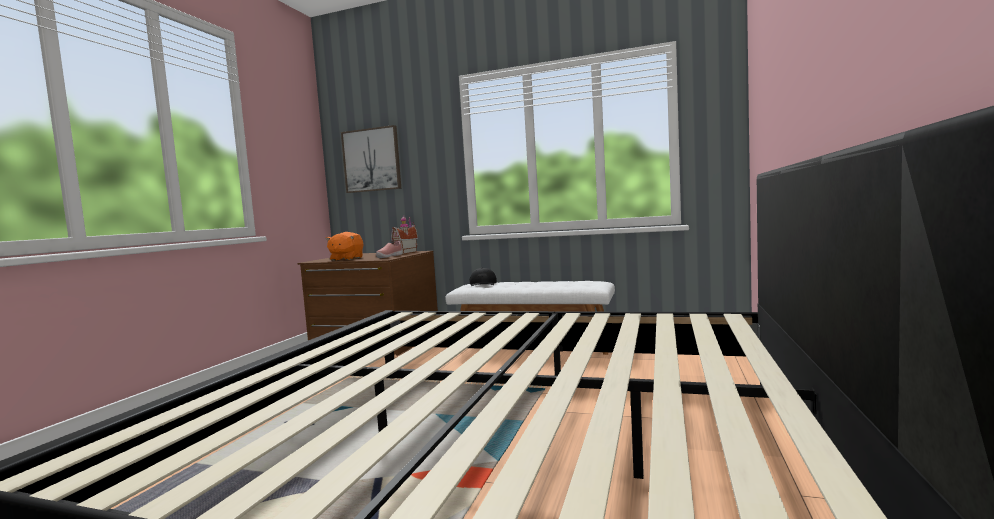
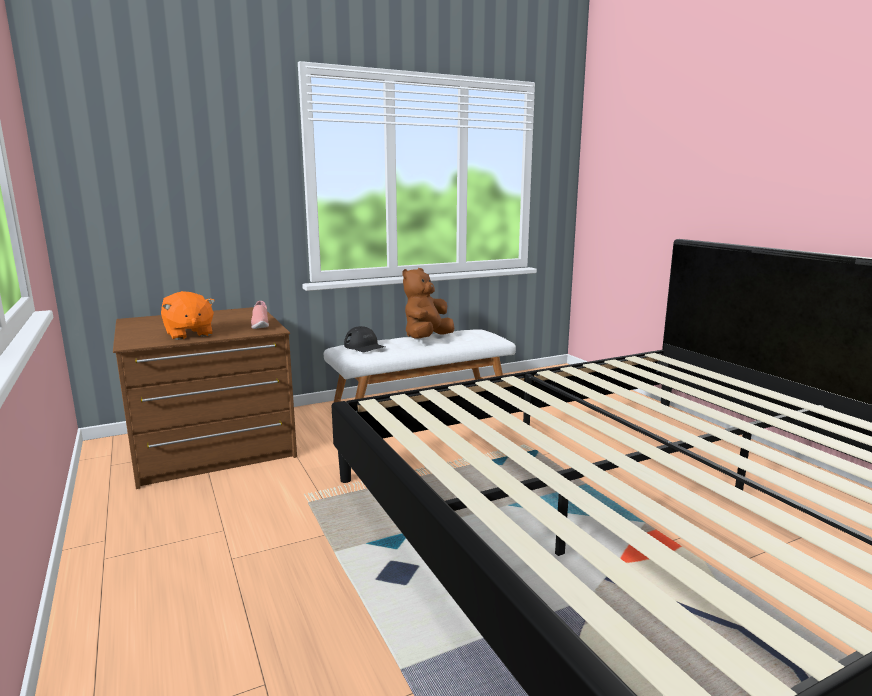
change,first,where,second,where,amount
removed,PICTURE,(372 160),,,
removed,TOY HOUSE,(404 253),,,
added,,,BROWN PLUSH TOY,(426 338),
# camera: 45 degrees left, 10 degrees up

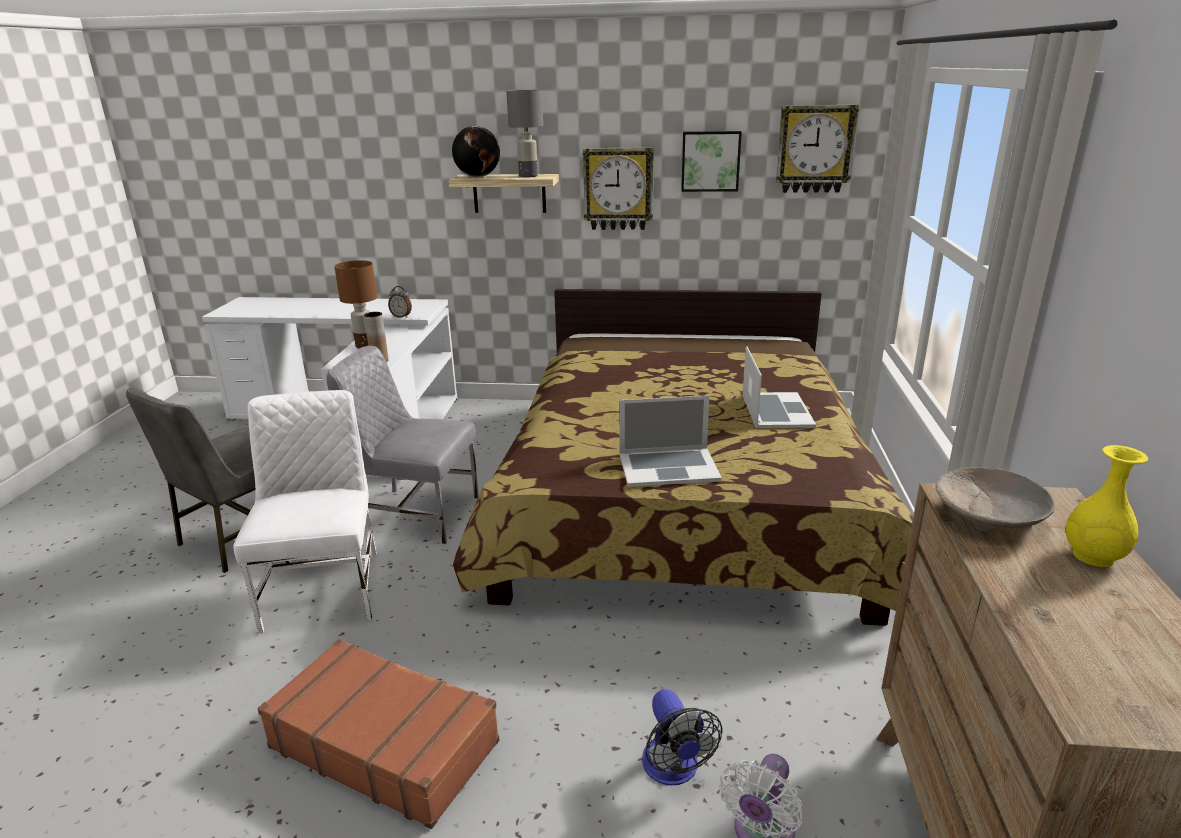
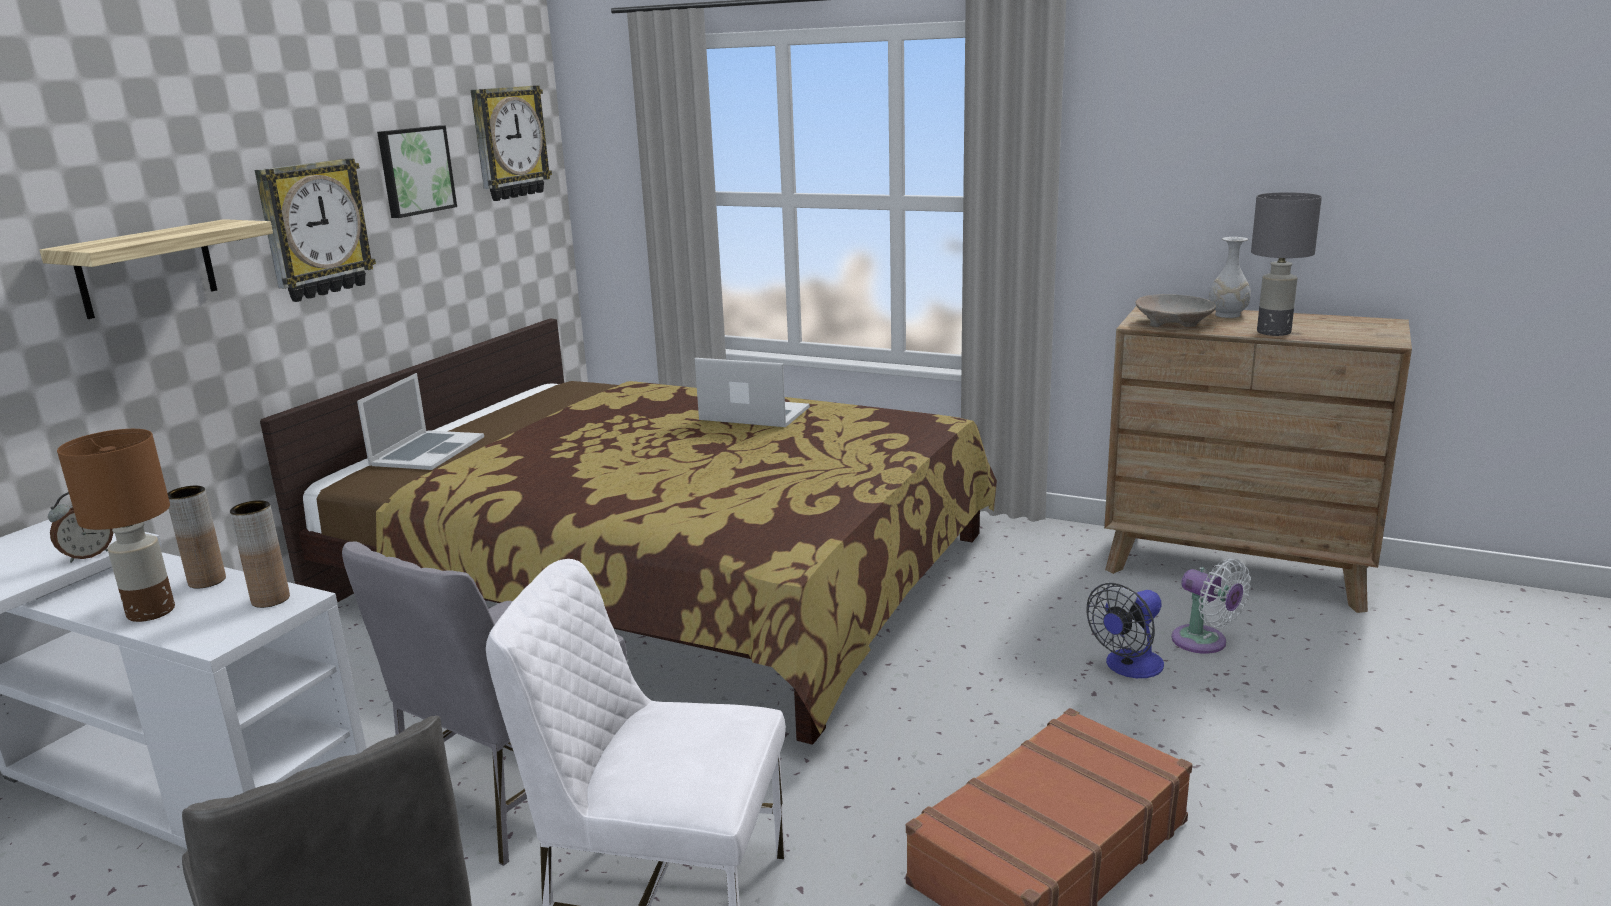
change,first,where,second,where,amount
removed,GLOBE,(478 177),,,
moved,GREY TABLE LAMP,(528 176),,(1272 332),
moved,LAPTOP,(668 467),,(427 451),
turned,FAN,(674 770),,(1128 668),135 degrees clockwise
recoloured,YELLOW VASE,(1092 556),WHITE VASE,(1227 315),
added,,,BROWN VASE,(207 581),
# camera: 70 degrees left, 5 degrees down

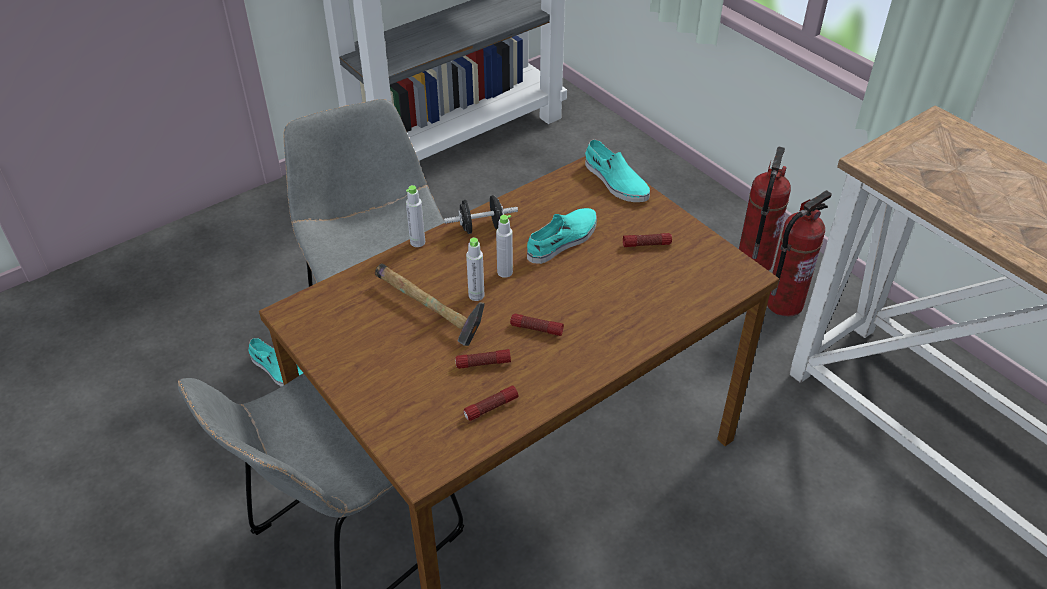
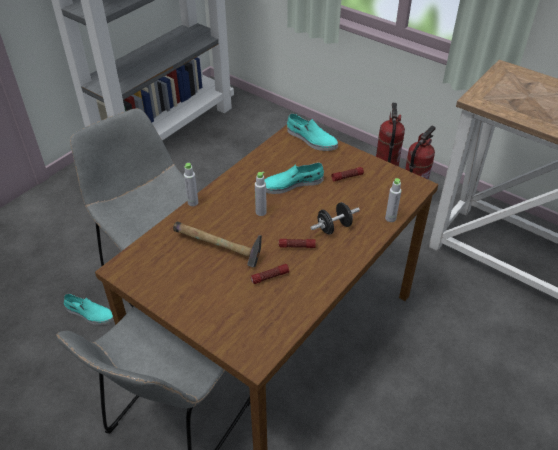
change,first,where,second,where,amount
moved,BLACK DUMBBELL,(481 227),,(334 227),
removed,FLASHLIGHT,(491 408),,,
moved,GREY BOTTLE,(476 295),,(390 218),
turned,TURQUOISE SHOE,(563 240),,(292 184),135 degrees counterclockwise
# camera: 15 degrees left, 0 degrees up

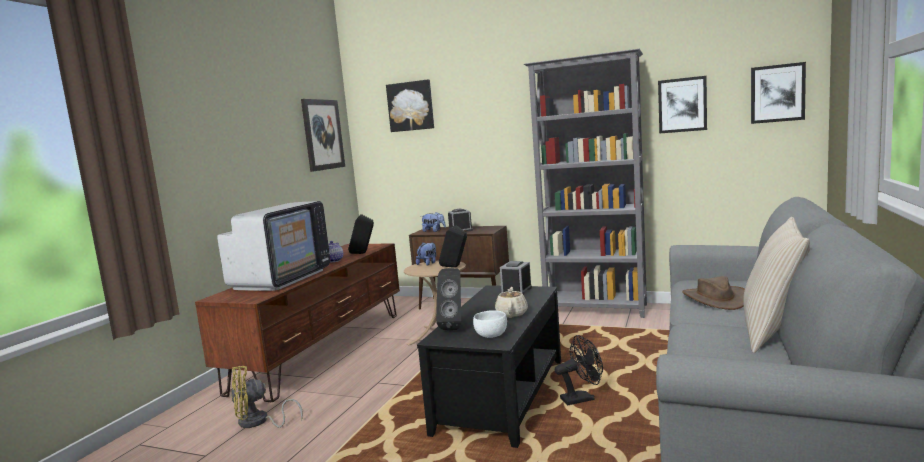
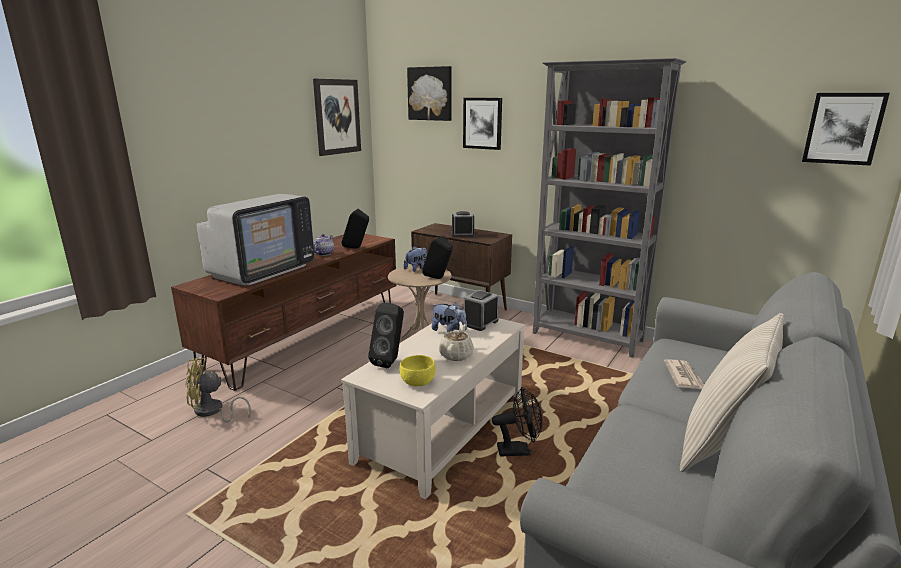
change,first,where,second,where,amount
recoloured,BLACK COFFEE TABLE,(502 395),BEIGE COFFEE TABLE,(443 429),
moved,PLUSH TOY,(433 231),,(449 330),
recoloured,WHITE BOWL,(490 335),YELLOW BOWL,(417 382),
moved,PICTURE,(682 105),,(482 123),
replaced,BROWN HAT,(715 299),NEWSPAPER,(684 376),
# camera: 10 degrees right, 10 degrees up

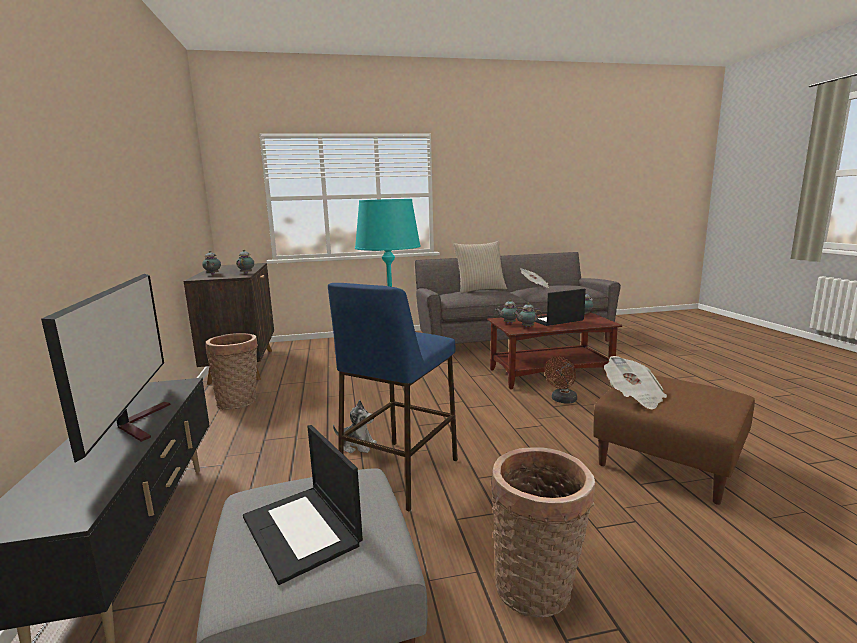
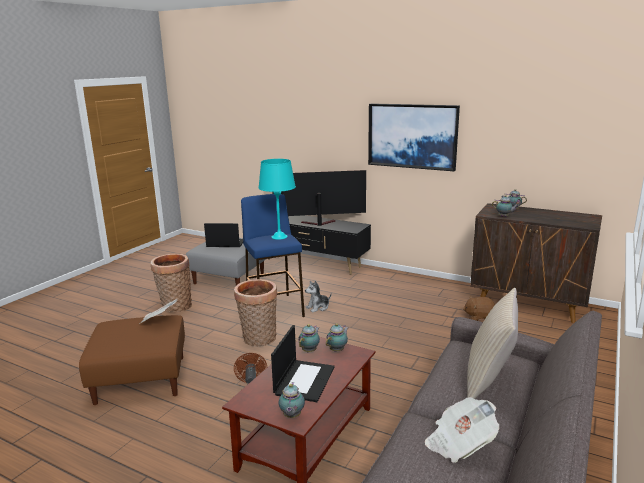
change,first,where,second,where,amount
turned,TELEVISION,(139 422),,(318 223),150 degrees clockwise
moved,BASKET,(239 401),,(258 340),
added,,,PICTURE,(412 136),
added,,,BROWN PLUSH TOY,(479 317),
# camera: 130 degrees right, 5 degrees up

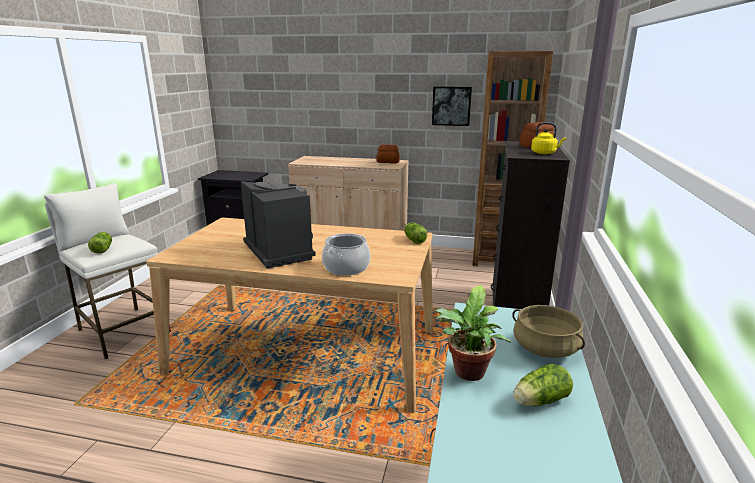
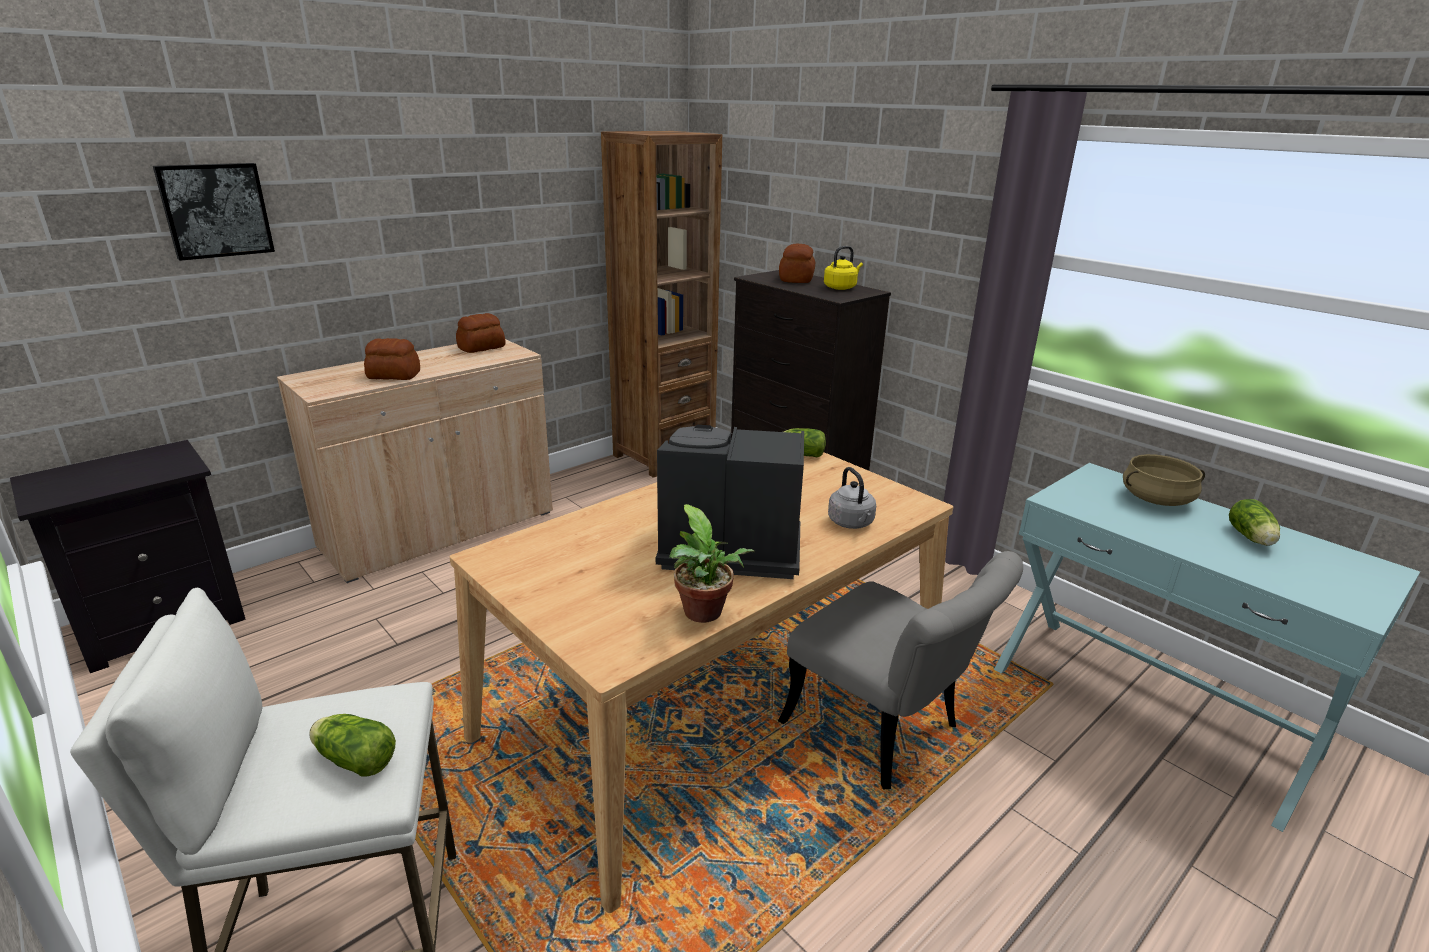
change,first,where,second,where,amount
replaced,COOKING POT,(346 268),GREY KETTLE,(852 523),
moved,PICTURE,(451 106),,(215 210),
moved,POTTED PLANT,(468 374),,(705 615),
added,,,BREAD,(394 376),
added,,,GREY CHAIR,(885 733),
# camera: 55 degrees left, 5 degrees up

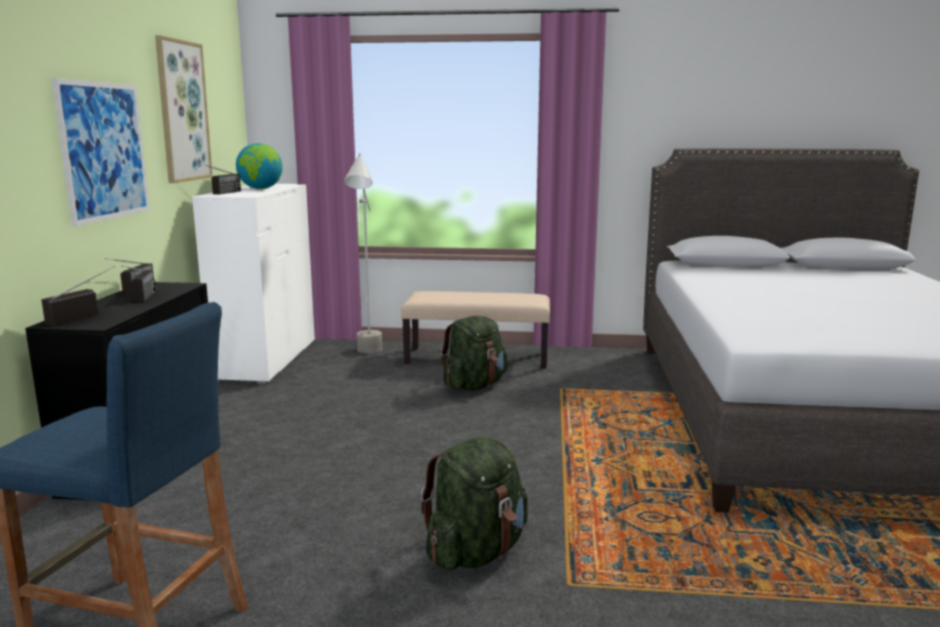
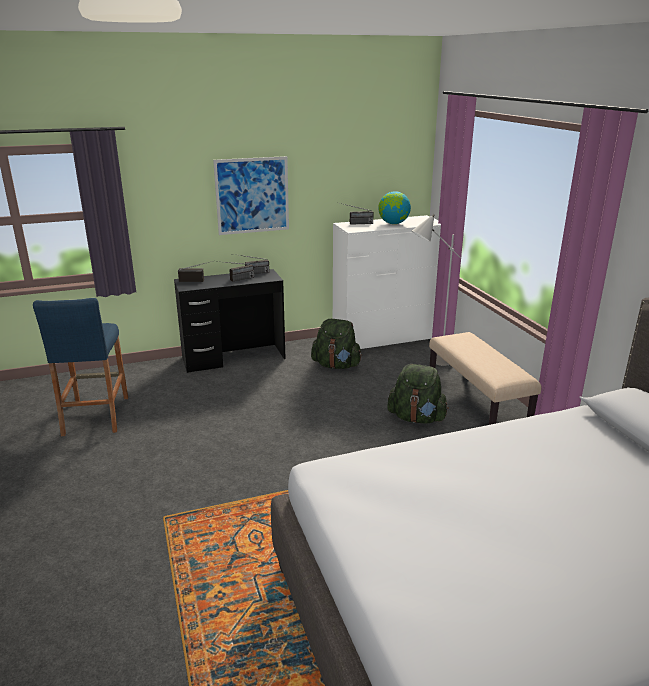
change,first,where,second,where,amount
removed,PICTURE,(182 111),,,
moved,GREEN BACKPACK,(476 552),,(336 365),
# camera: 65 degrees right, 10 degrees up

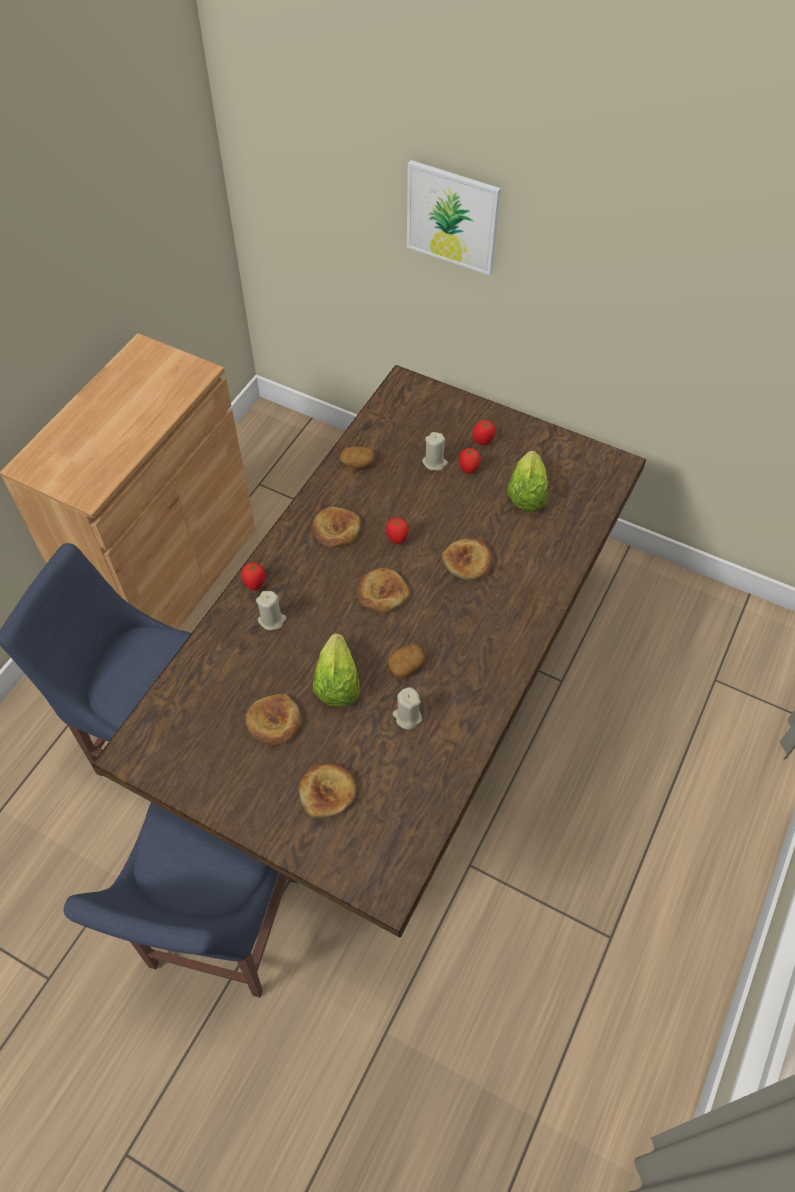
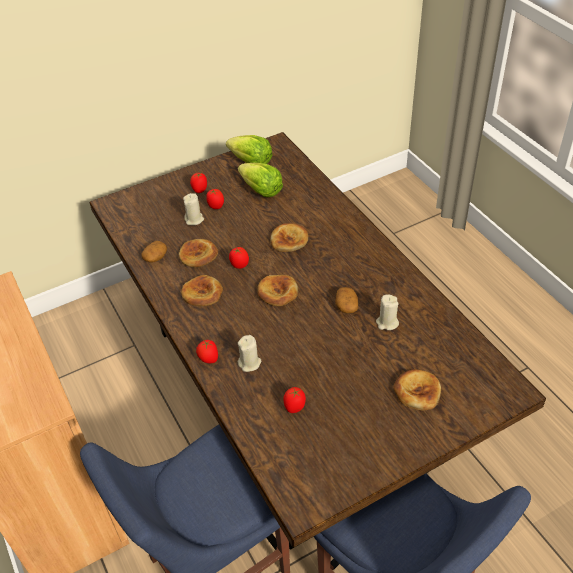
change,first,where,second,where,amount
moved,BREAD,(274 721),,(198 255),
moved,LETTUCE,(337 683),,(251 162),
removed,PICTURE,(452 217),,,
added,,,TOMATO,(295 407),
# camera: 55 degrees left, 10 degrees down

